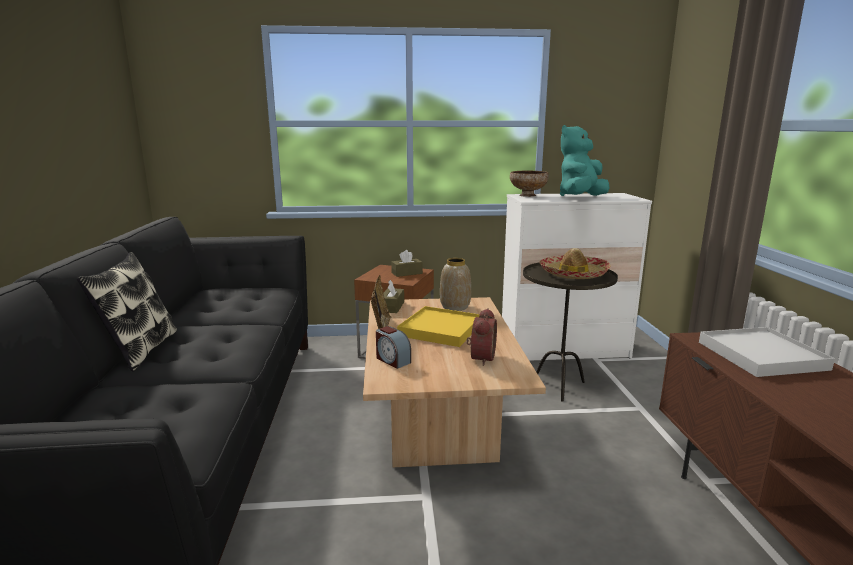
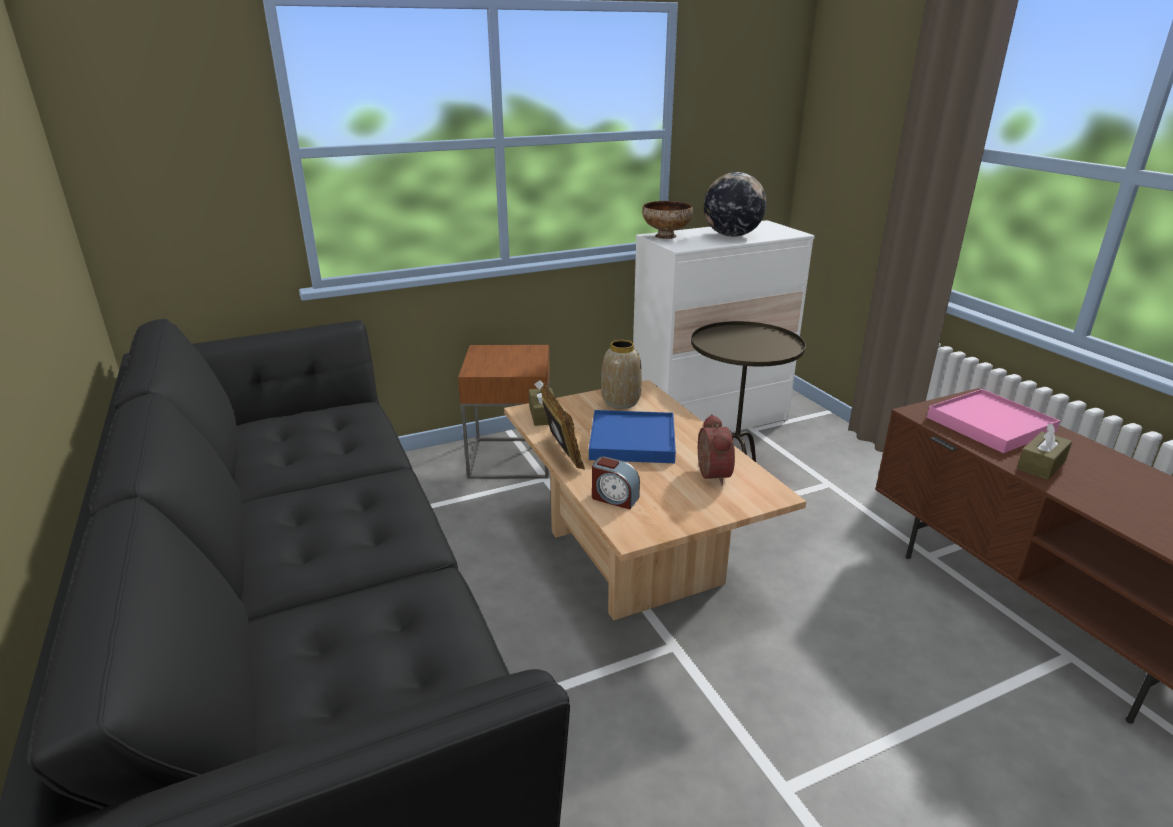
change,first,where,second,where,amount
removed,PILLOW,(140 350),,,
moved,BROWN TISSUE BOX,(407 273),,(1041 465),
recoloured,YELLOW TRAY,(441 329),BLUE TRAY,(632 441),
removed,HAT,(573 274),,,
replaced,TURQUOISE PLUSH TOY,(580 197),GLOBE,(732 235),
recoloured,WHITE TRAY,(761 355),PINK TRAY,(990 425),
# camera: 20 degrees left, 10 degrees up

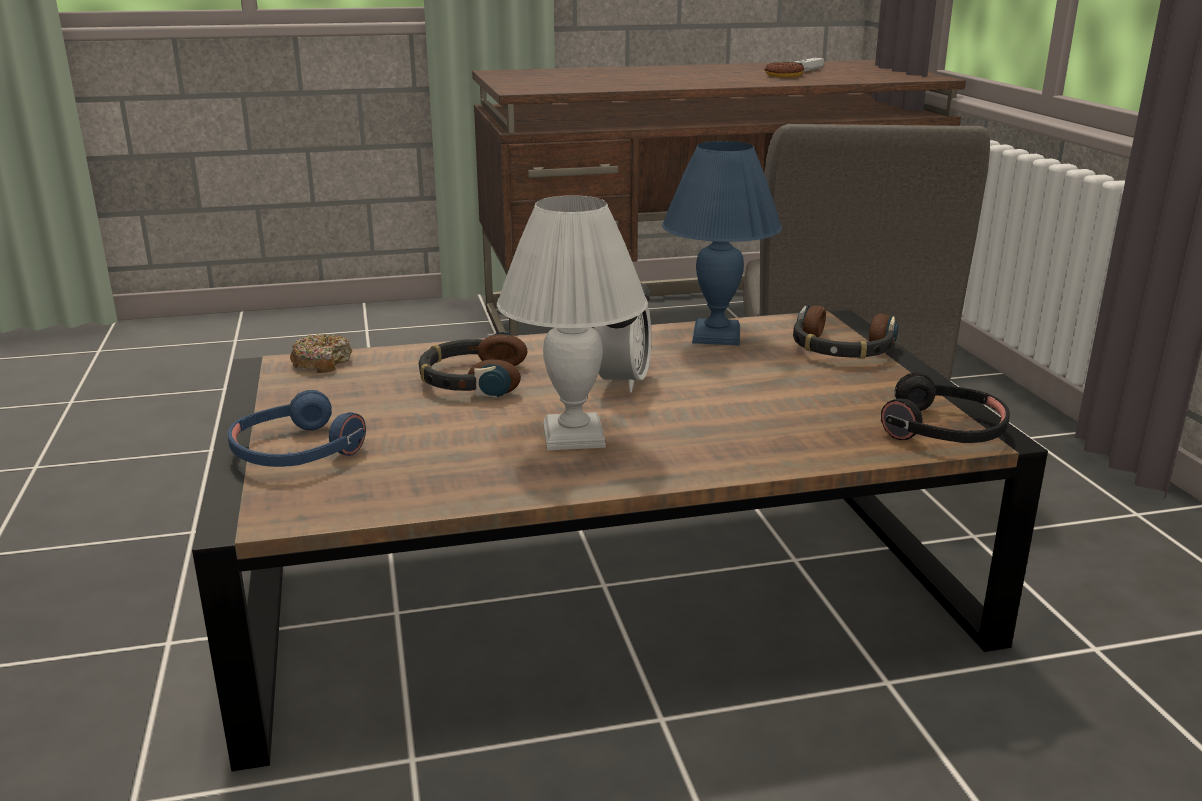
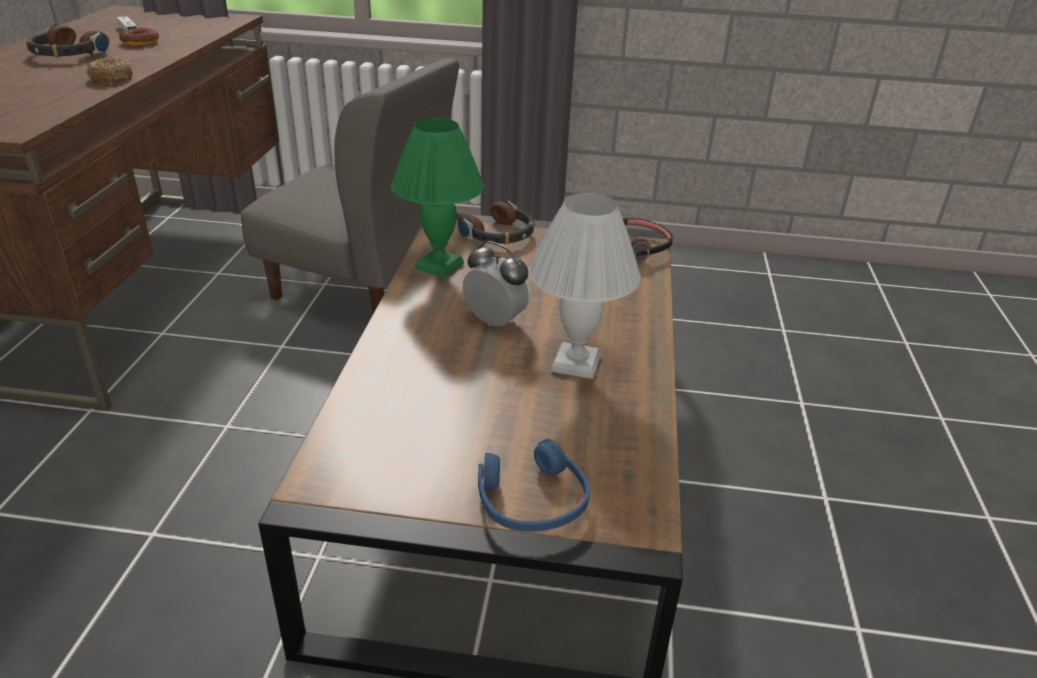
change,first,where,second,where,amount
moved,DONUT,(321 363),,(111 78),
moved,HEADPHONES,(472 380),,(67 54),
recoloured,BLUE TABLE LAMP,(718 336),GREEN TABLE LAMP,(439 265),
# camera: 70 degrees left, 10 degrees up

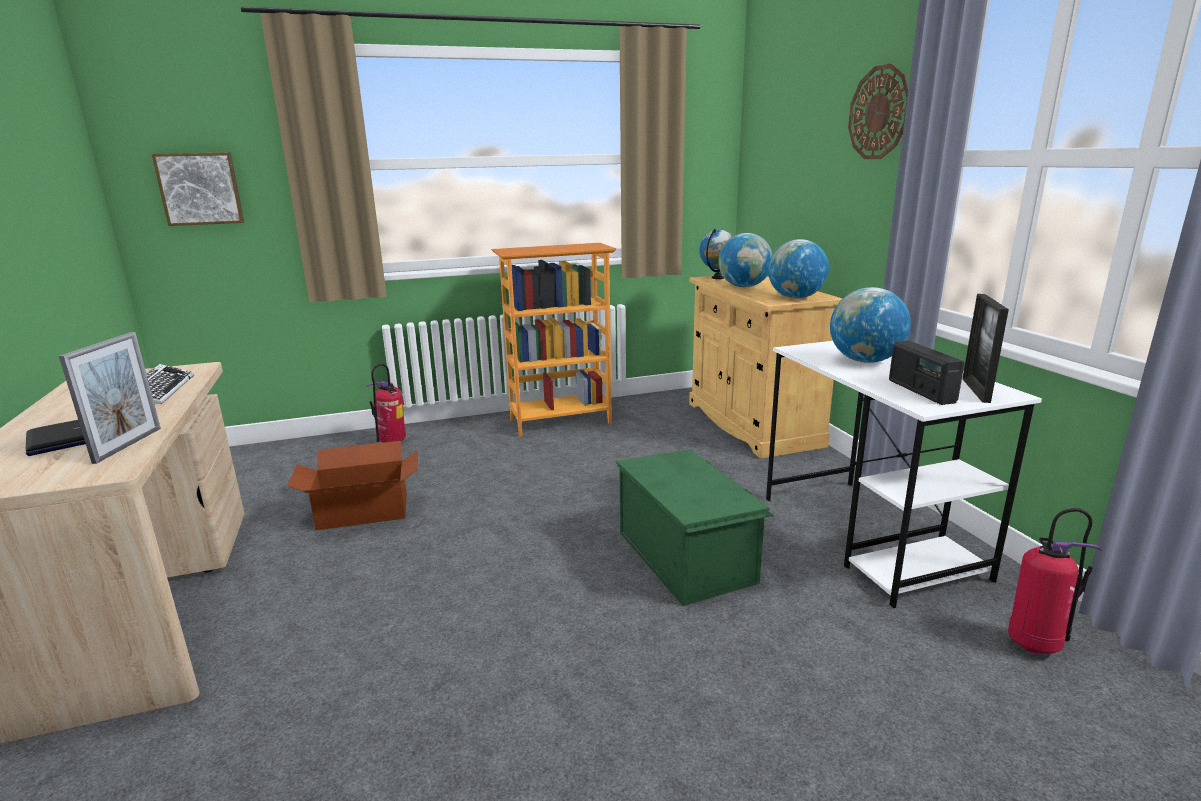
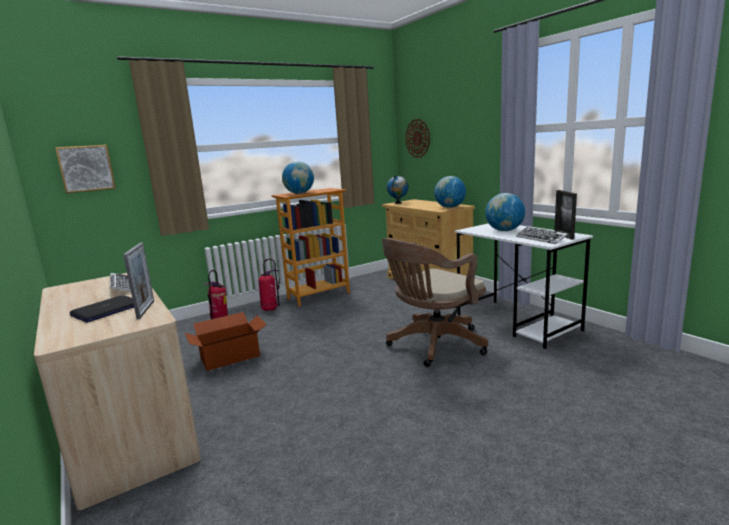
change,first,where,second,where,amount
replaced,GREEN STORAGE BOX,(686 555),BROWN OFFICE CHAIR,(433 345),
moved,GLOBE,(744 287),,(299 193),
moved,WALL CLOCK,(879 113),,(418 138),
replaced,RADIO,(920 391),KEYBOARD,(540 238),
moved,FIRE EXTINGUISHER,(1035 644),,(270 309),
# camera: 15 degrees left, 5 degrees down

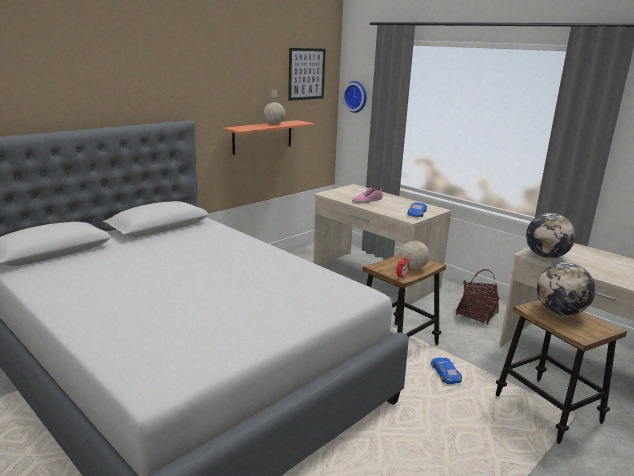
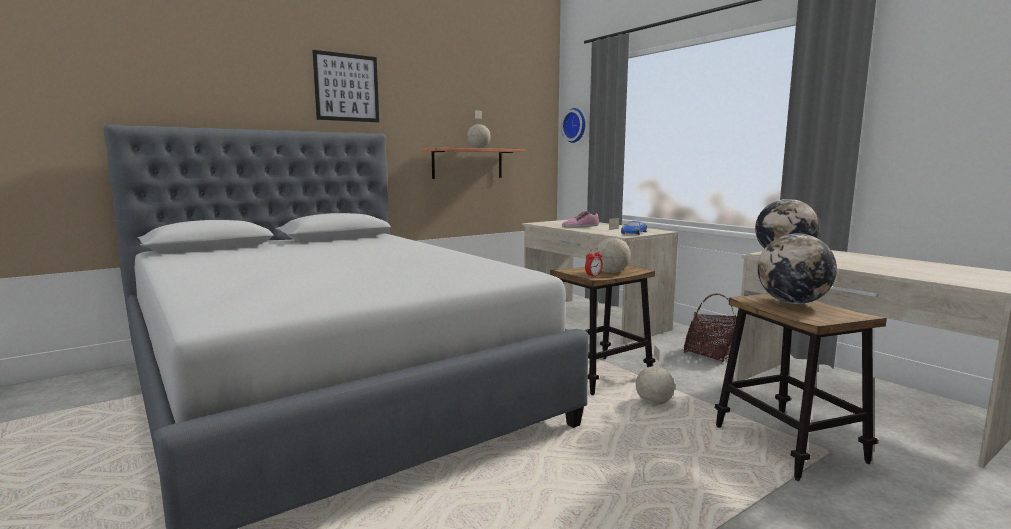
change,first,where,second,where,amount
moved,PICTURE,(306 74),,(346 87),
replaced,BLUE TOY CAR,(445 373),GLOBE,(653 403),
# camera: 10 degrees right, 10 degrees down

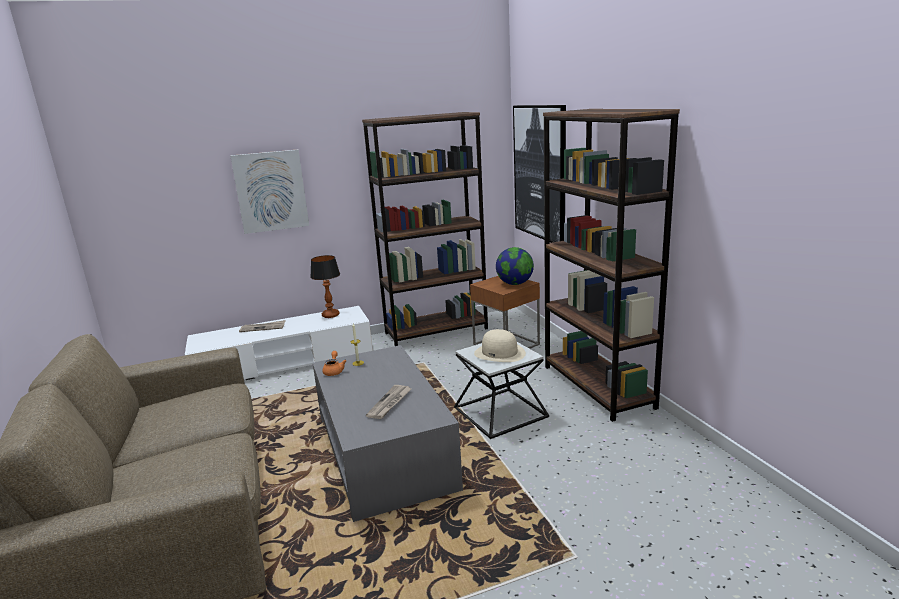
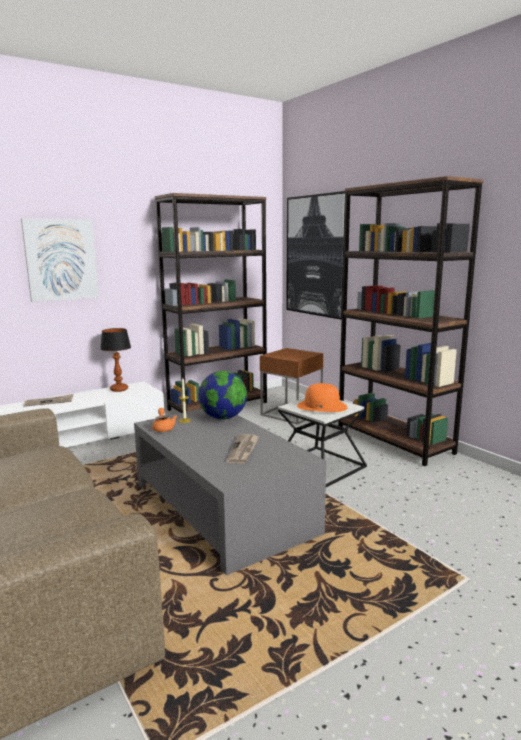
change,first,where,second,where,amount
recoloured,BEIGE HAT,(500 353),ORANGE HAT,(322 406),
moved,GLOBE,(515 284),,(223 418),
# camera: 15 degrees left, 5 degrees down

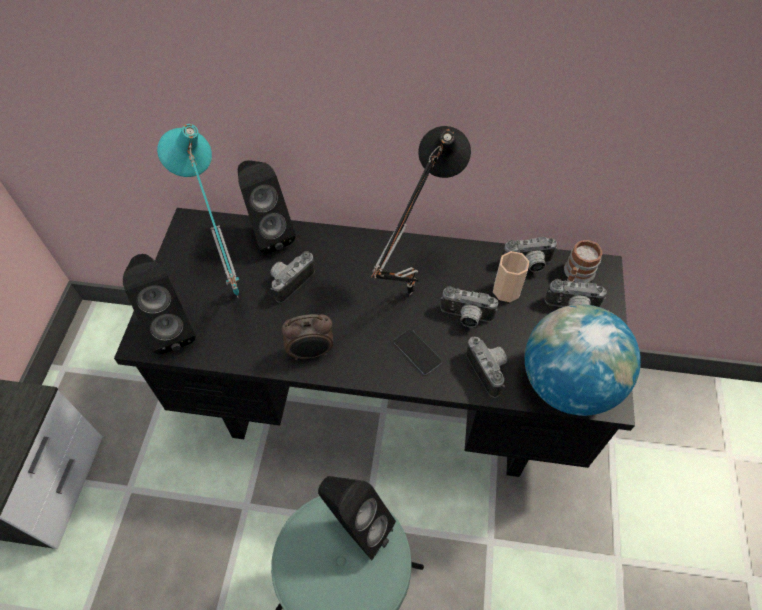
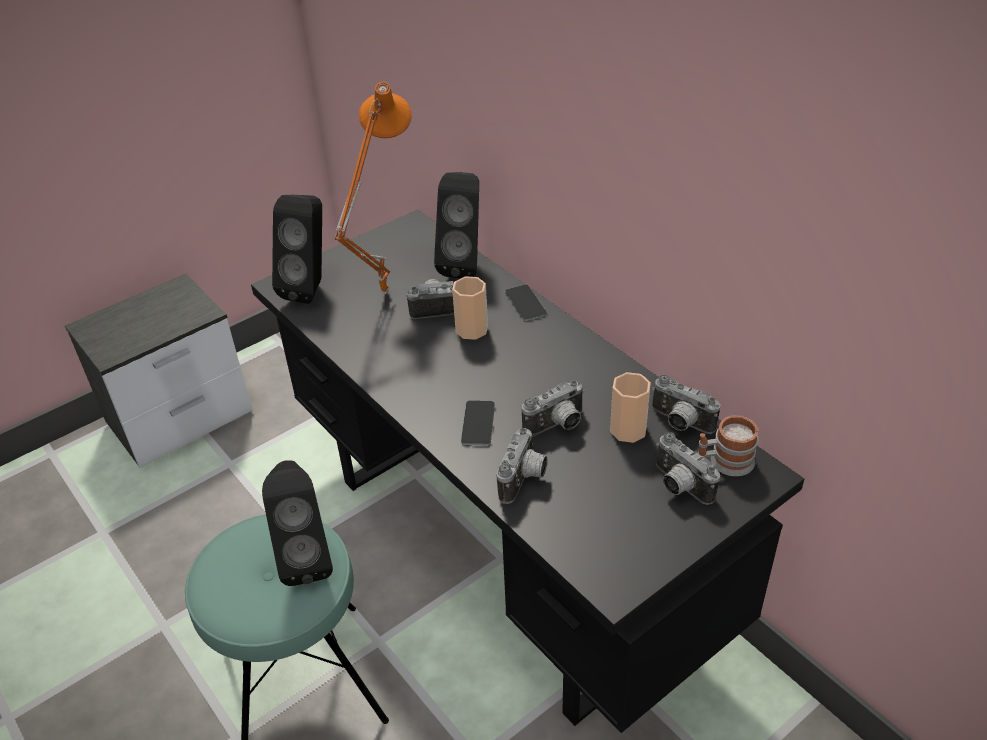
change,first,where,second,where,amount
recoloured,TURQUOISE TABLE LAMP,(233 296),ORANGE TABLE LAMP,(382 292),
removed,ALARM CLOCK,(311 353),,,
removed,BLACK TABLE LAMP,(408 291),,,
turned,PHOTO CAMERA,(466 318),,(557 426),90 degrees counterclockwise
removed,GLOBE,(567 383),,,
added,,,CUP,(471 329),
added,,,PHONE,(525 303),
# camera: 45 degrees right, 15 degrees down

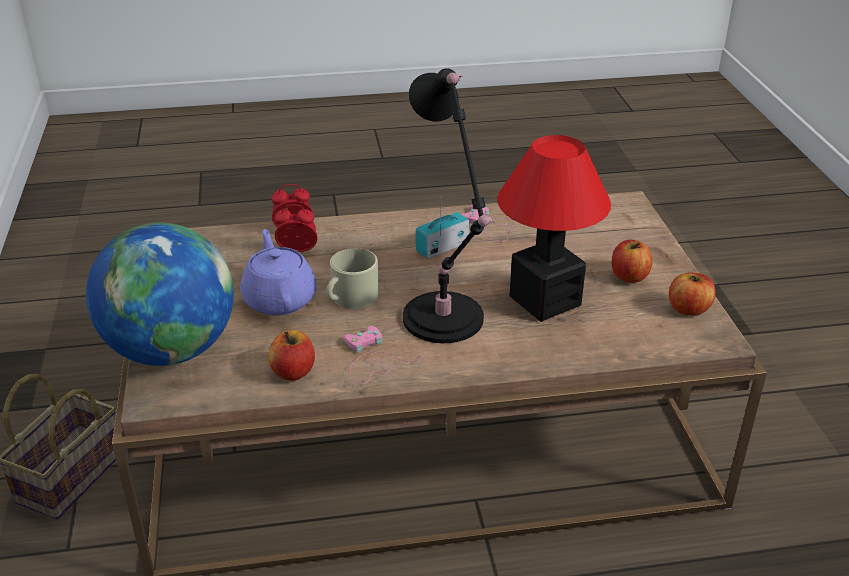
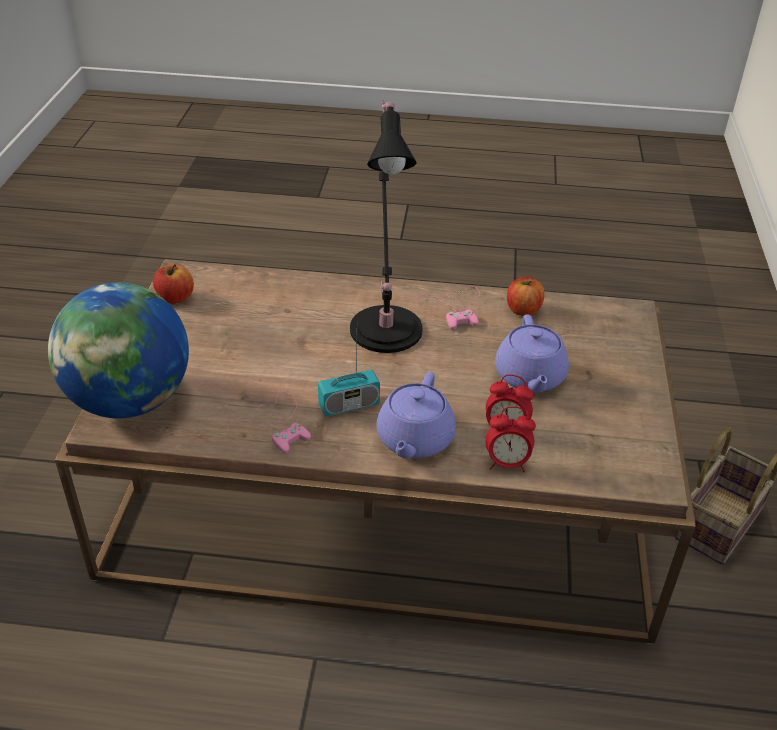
change,first,where,second,where,amount
moved,GLOBE,(171 350),,(130 401),
removed,BEIGE MUG,(350 298),,,
removed,TABLE LAMP,(544 301),,,
removed,APPLE,(629 276),,,
added,,,PURPLE TEAPOT,(414 440),
# camera: 165 degrees left, 5 degrees up

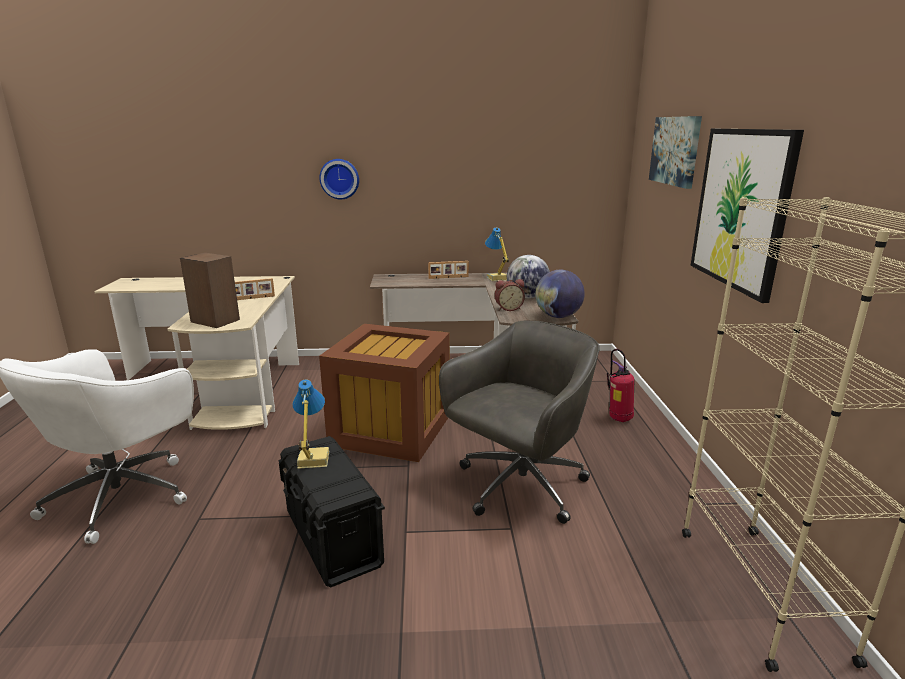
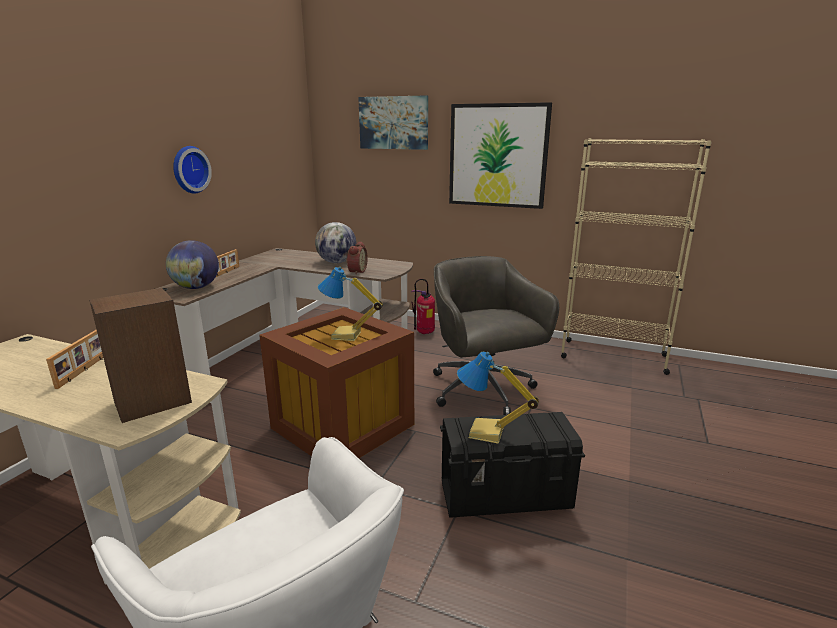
change,first,where,second,where,amount
moved,WALL CLOCK,(339 179),,(189 169),
moved,TABLE LAMP,(496 278),,(346 336),
moved,GLOBE,(558 316),,(196 287),
# camera: 65 degrees left, 0 degrees up

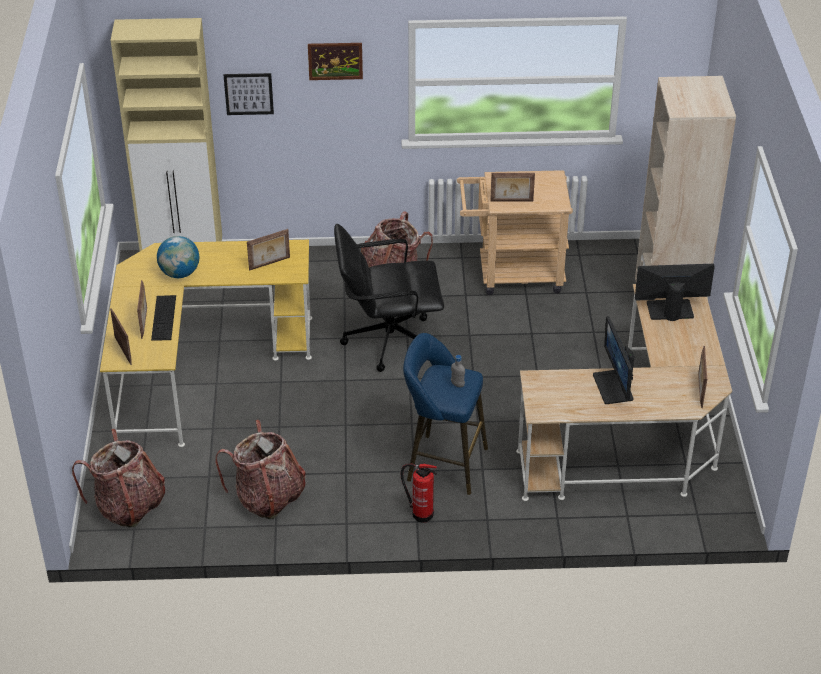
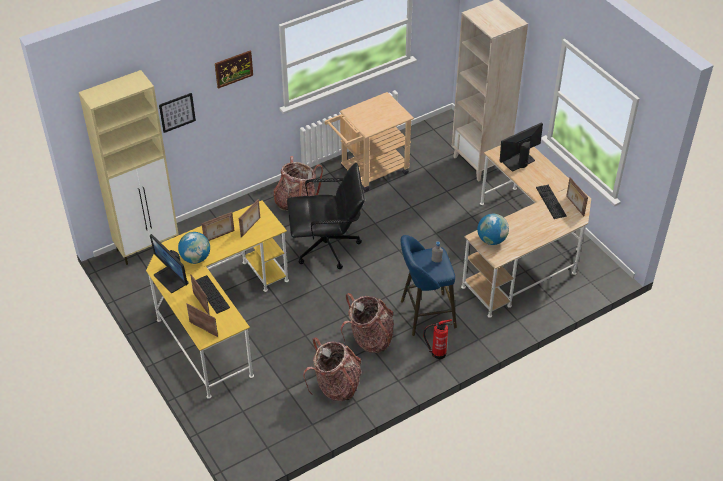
change,first,where,second,where,amount
moved,BACKPACK,(128 506),,(370 339),
turned,BLACK OFFICE CHAIR,(388 339),,(327 247),150 degrees counterclockwise
moved,PICTURE FRAME,(511 201),,(219 236),
moved,MONITOR,(614 387),,(172 279),
added,,,GLOBE,(491 240),
added,,,KEYBOARD,(551 201),
# camera: 30 degrees left, 5 degrees up

